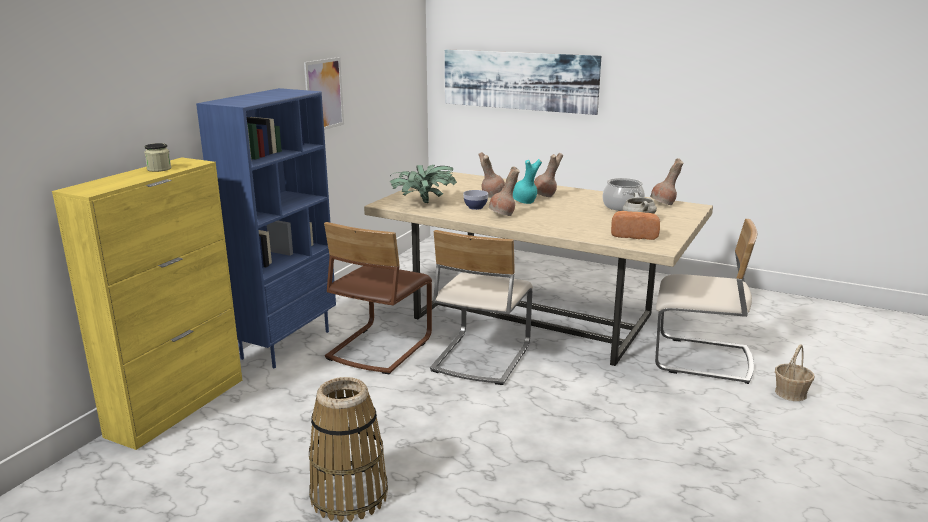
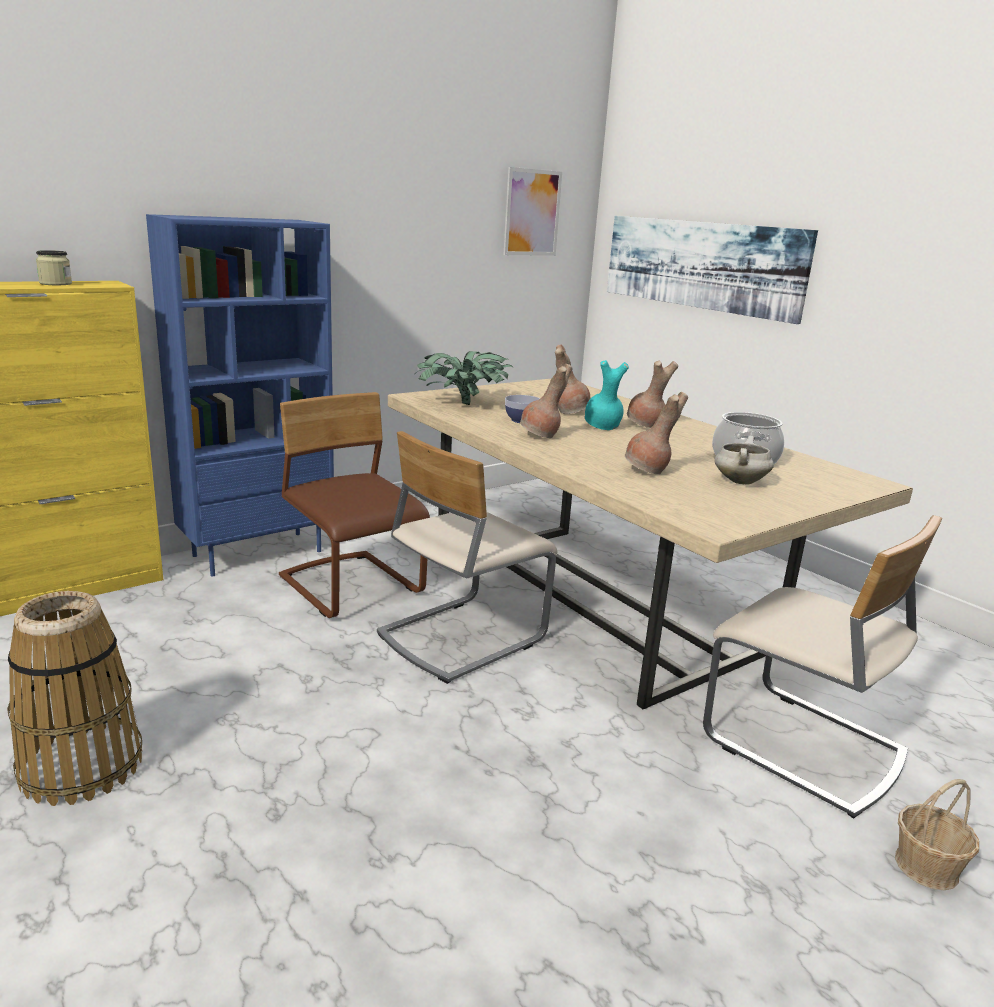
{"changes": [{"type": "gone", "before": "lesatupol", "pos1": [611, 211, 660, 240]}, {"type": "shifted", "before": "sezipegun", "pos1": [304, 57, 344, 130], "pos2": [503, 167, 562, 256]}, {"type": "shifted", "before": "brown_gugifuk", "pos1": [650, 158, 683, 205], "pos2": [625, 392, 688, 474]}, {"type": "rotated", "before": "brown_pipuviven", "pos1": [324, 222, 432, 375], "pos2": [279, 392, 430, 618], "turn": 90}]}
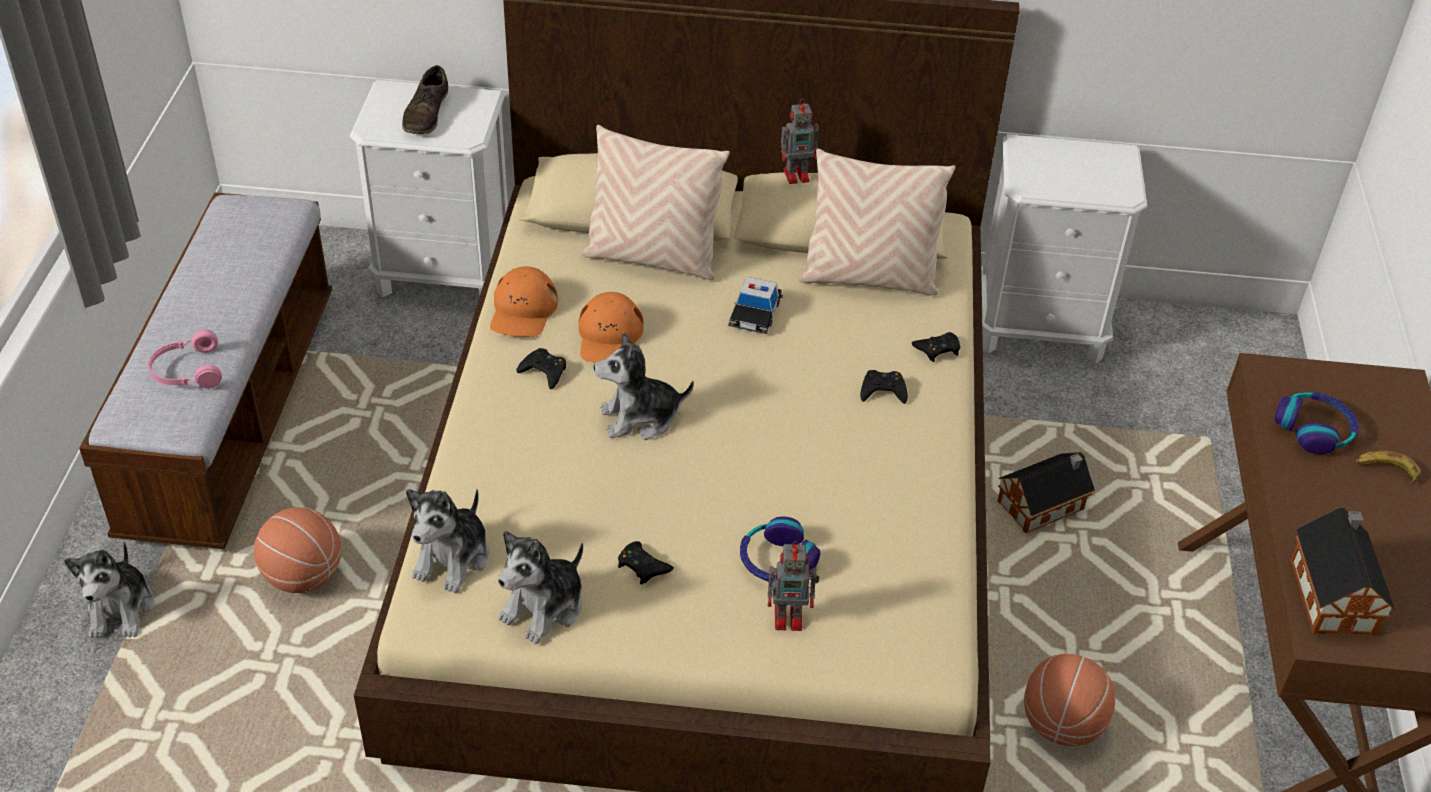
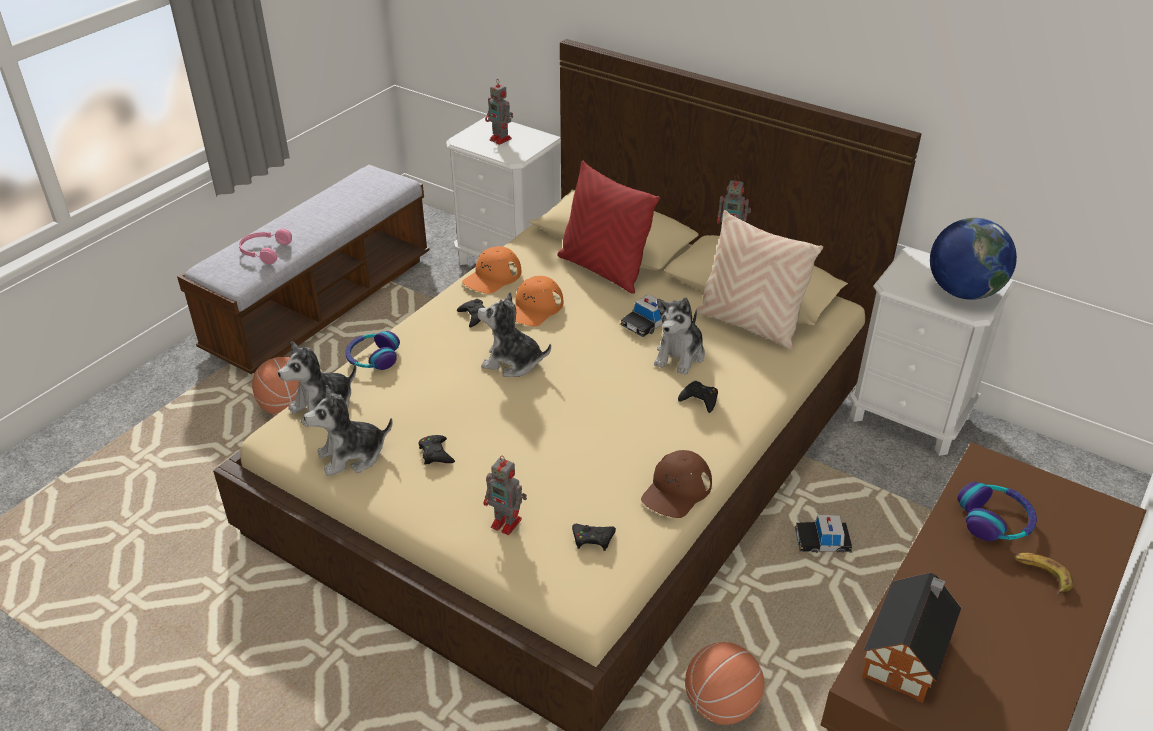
{"changes": [{"type": "new", "after": "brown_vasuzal", "pos2": [641, 450, 712, 518]}, {"type": "new", "after": "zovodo", "pos2": [930, 218, 1017, 300]}, {"type": "shifted", "before": "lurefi", "pos1": [64, 542, 155, 638], "pos2": [654, 297, 705, 375]}, {"type": "shifted", "before": "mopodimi", "pos1": [740, 517, 820, 582], "pos2": [345, 331, 400, 370]}, {"type": "shifted", "before": "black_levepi", "pos1": [912, 332, 960, 362], "pos2": [572, 524, 616, 551]}, {"type": "swapped", "before": "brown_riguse", "after": "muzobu", "pos1": [402, 65, 448, 134], "pos2": [485, 80, 513, 145]}, {"type": "swapped", "before": "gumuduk", "after": "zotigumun", "pos1": [997, 452, 1095, 533], "pos2": [795, 515, 852, 553]}, {"type": "repainted", "before": "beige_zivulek", "after": "red_zivulek", "pos1": [582, 125, 730, 280], "pos2": [557, 161, 660, 294]}]}
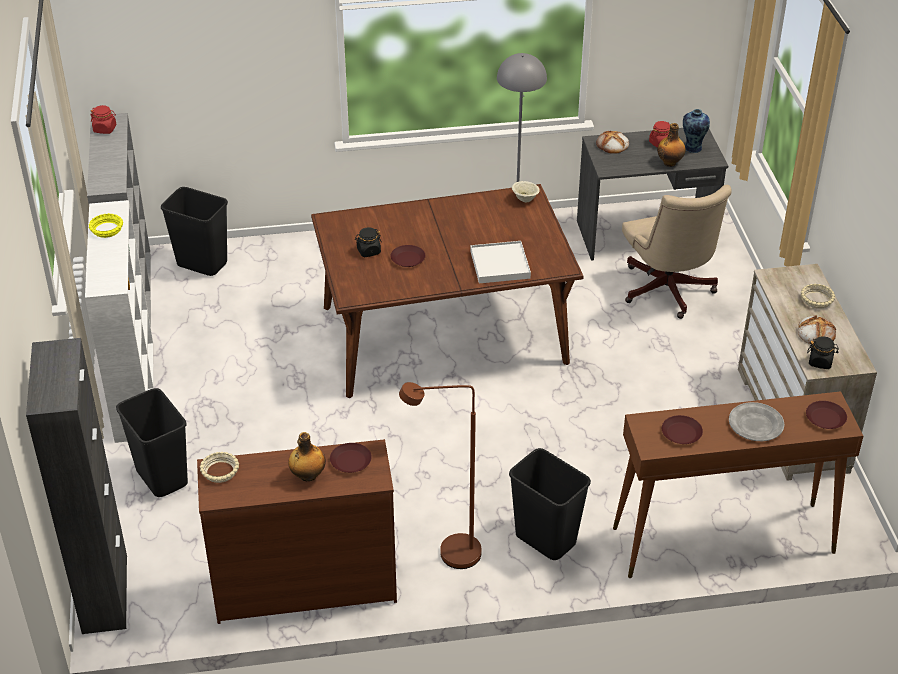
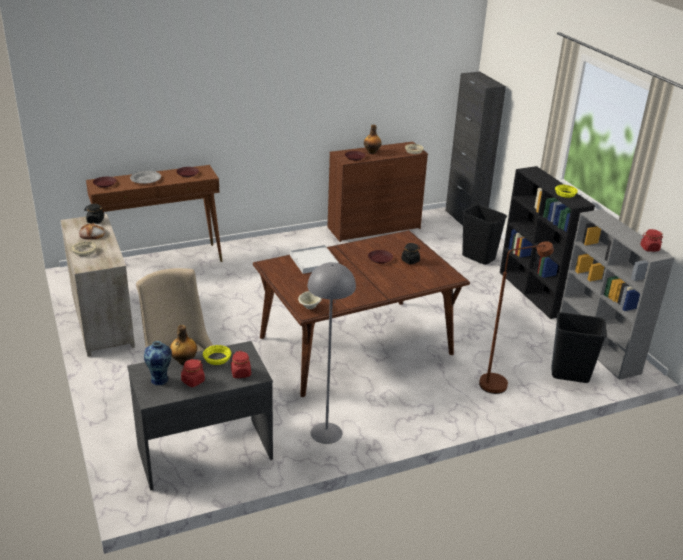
{"changes": [{"type": "gone", "before": "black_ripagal", "pos1": [509, 448, 591, 560]}, {"type": "new", "after": "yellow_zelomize", "pos2": [203, 345, 232, 365]}, {"type": "shifted", "before": "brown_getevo", "pos1": [399, 382, 482, 569], "pos2": [479, 241, 554, 394]}, {"type": "swapped", "before": "lesatupol", "after": "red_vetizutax", "pos1": [596, 131, 629, 154], "pos2": [231, 351, 251, 378]}, {"type": "repainted", "before": "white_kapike", "after": "black_kapike", "pos1": [85, 200, 154, 443], "pos2": [500, 166, 595, 319]}]}
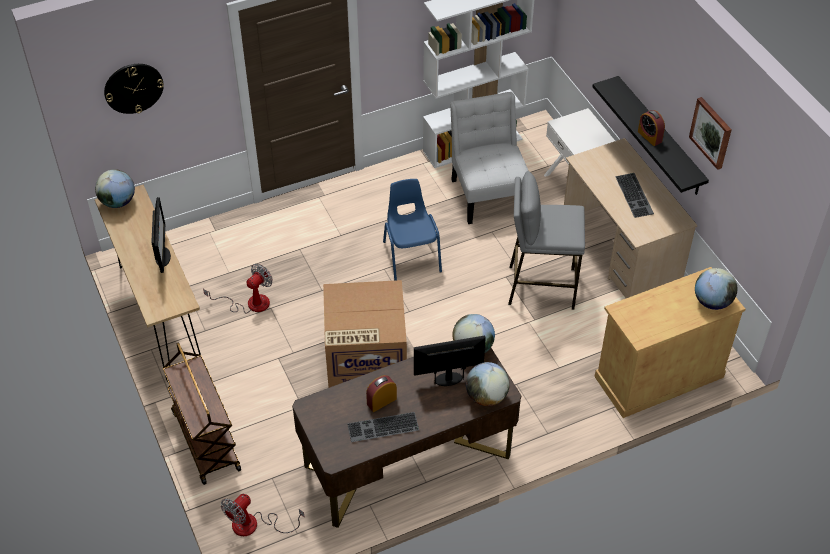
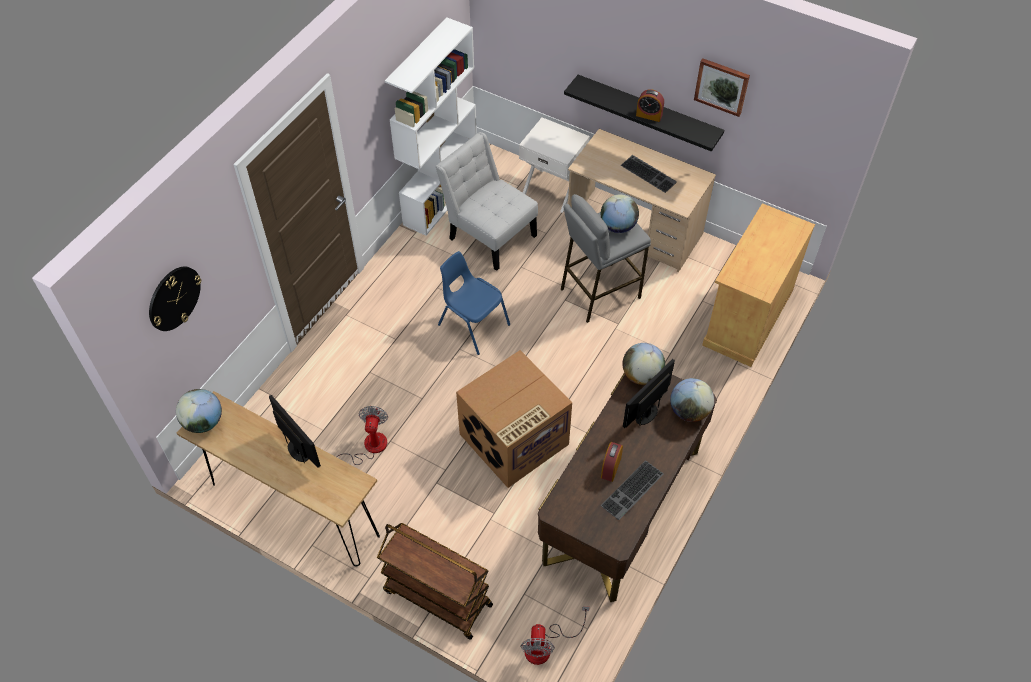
{"changes": [{"type": "shifted", "before": "zovodo", "pos1": [695, 268, 737, 310], "pos2": [601, 195, 639, 233]}]}
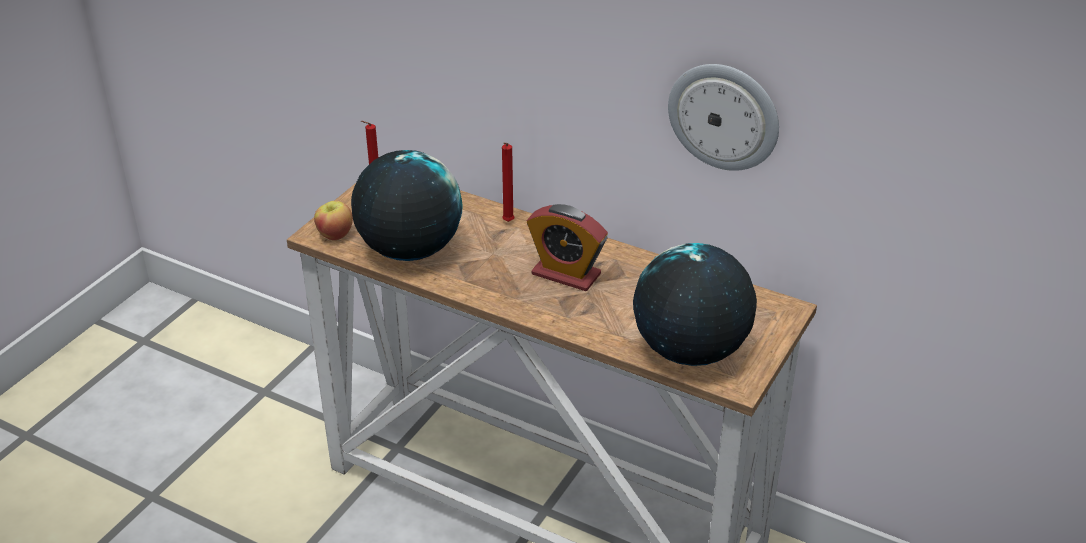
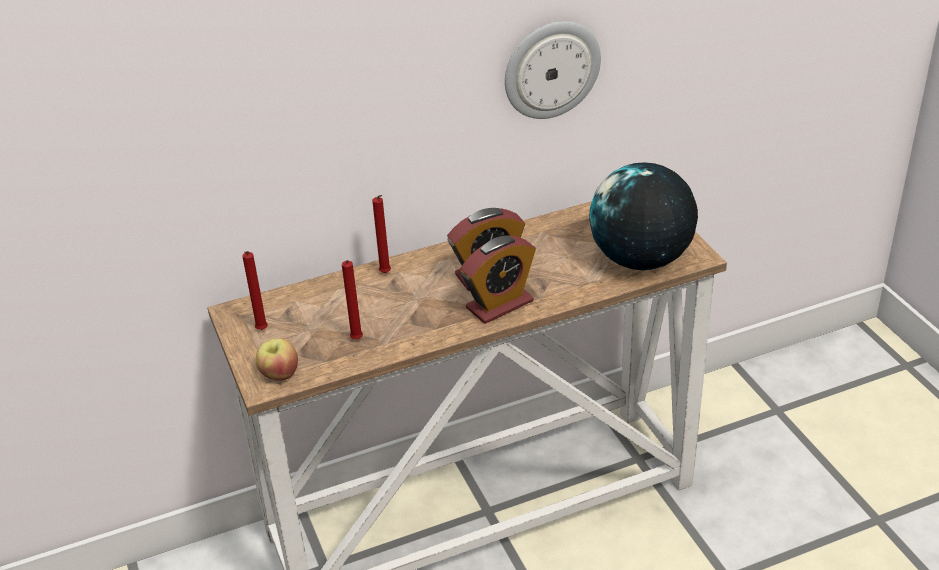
{"changes": [{"type": "new", "after": "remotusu", "pos2": [460, 236, 536, 324]}, {"type": "swapped", "before": "zovodo", "after": "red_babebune", "pos1": [351, 150, 463, 261], "pos2": [342, 260, 363, 339]}]}
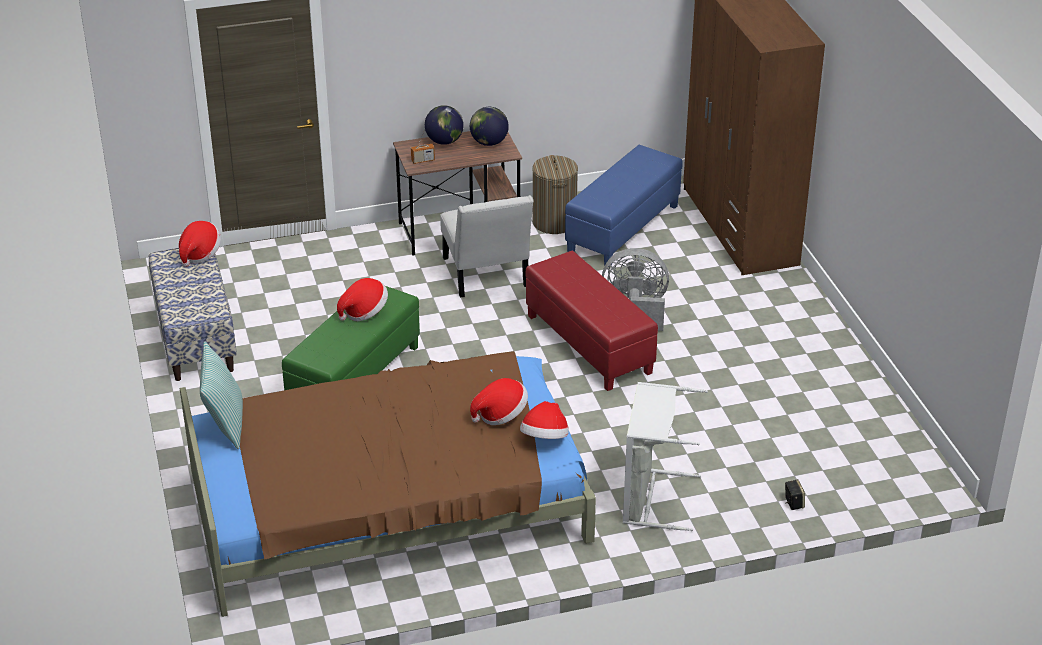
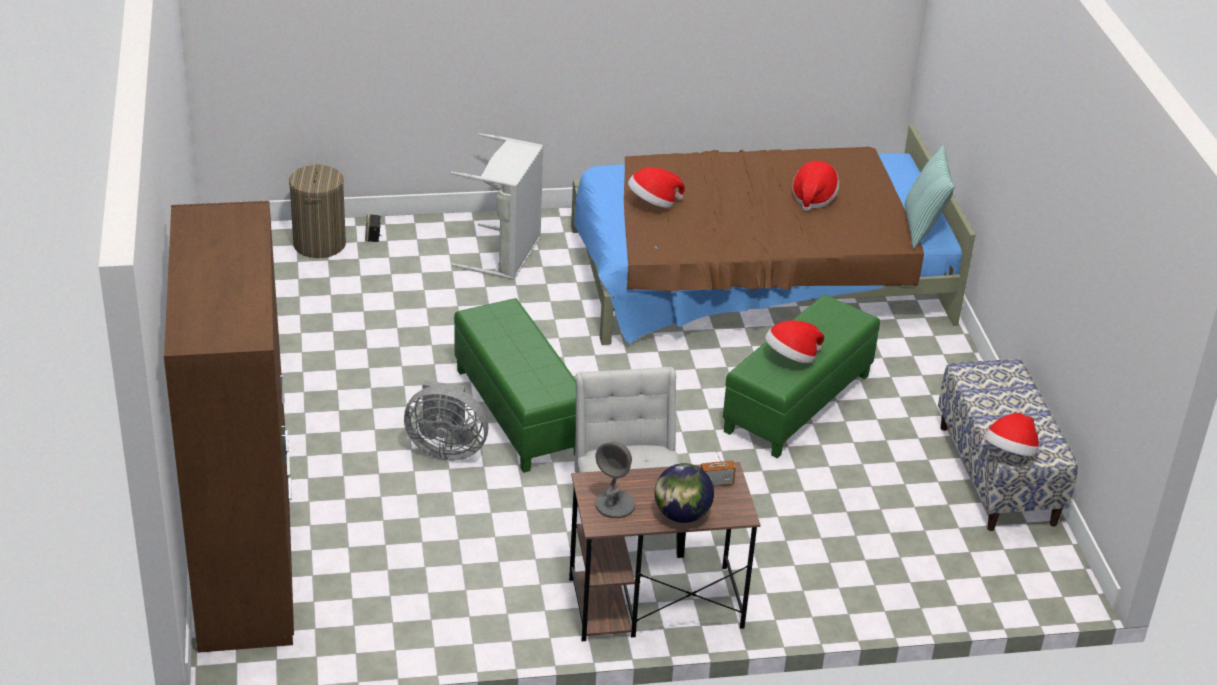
{"changes": [{"type": "gone", "before": "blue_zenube", "pos1": [565, 145, 683, 266]}, {"type": "shifted", "before": "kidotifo", "pos1": [520, 401, 569, 439], "pos2": [792, 161, 839, 211]}, {"type": "shifted", "before": "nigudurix", "pos1": [532, 155, 578, 234], "pos2": [289, 164, 346, 258]}, {"type": "swapped", "before": "zovodo", "after": "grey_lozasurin", "pos1": [470, 107, 509, 146], "pos2": [595, 442, 636, 518]}, {"type": "repainted", "before": "red_zenube", "after": "green_zenube", "pos1": [526, 251, 658, 391], "pos2": [454, 298, 576, 473]}]}
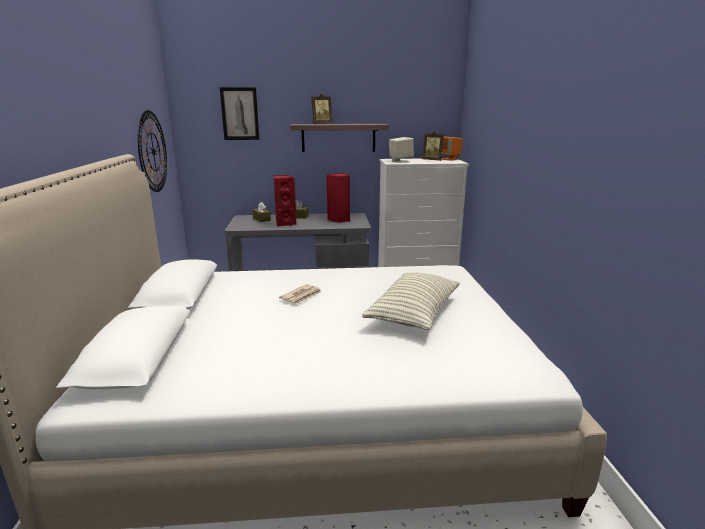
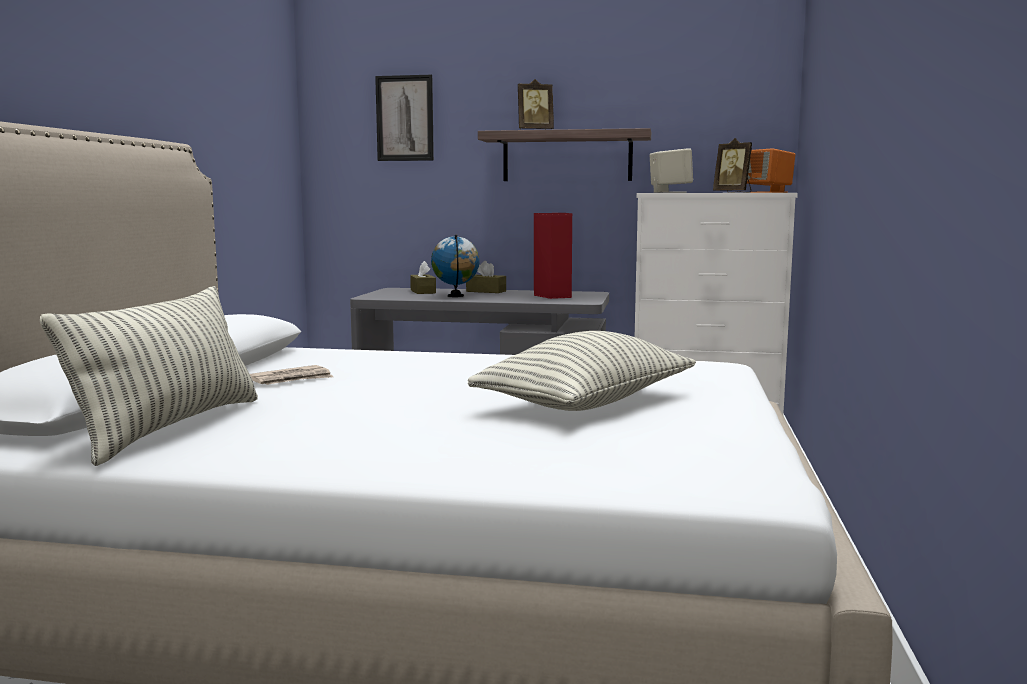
{"changes": [{"type": "gone", "before": "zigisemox", "pos1": [138, 110, 167, 192]}, {"type": "new", "after": "zivulek", "pos2": [40, 286, 258, 466]}, {"type": "shifted", "before": "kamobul", "pos1": [279, 284, 322, 304], "pos2": [250, 365, 333, 385]}, {"type": "swapped", "before": "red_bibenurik", "after": "zovodo", "pos1": [274, 175, 296, 226], "pos2": [431, 235, 479, 297]}]}
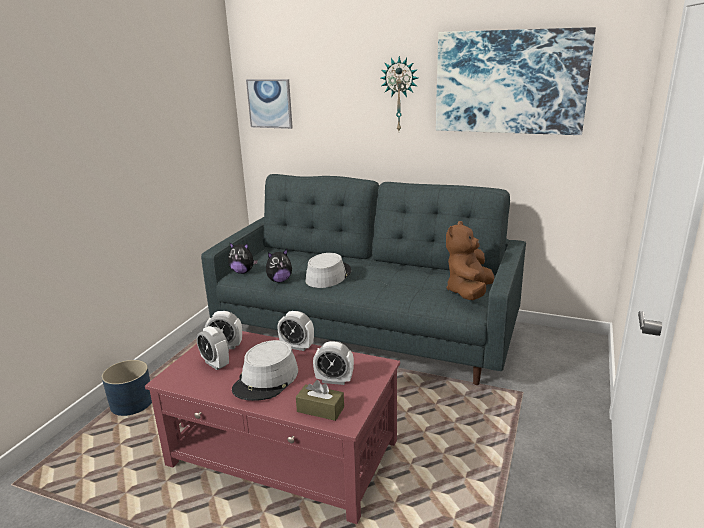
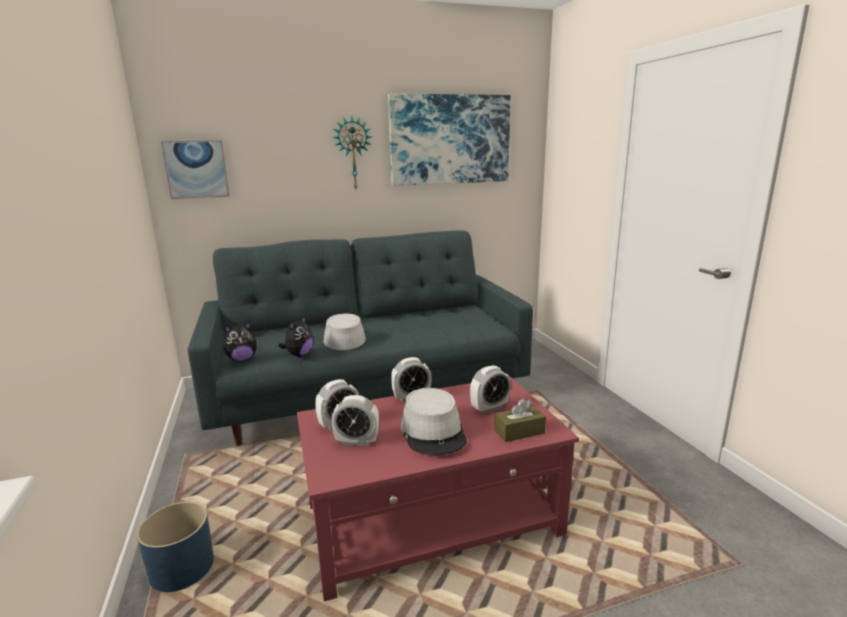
{"changes": [{"type": "gone", "before": "brown_lurefi", "pos1": [446, 221, 495, 300]}]}
